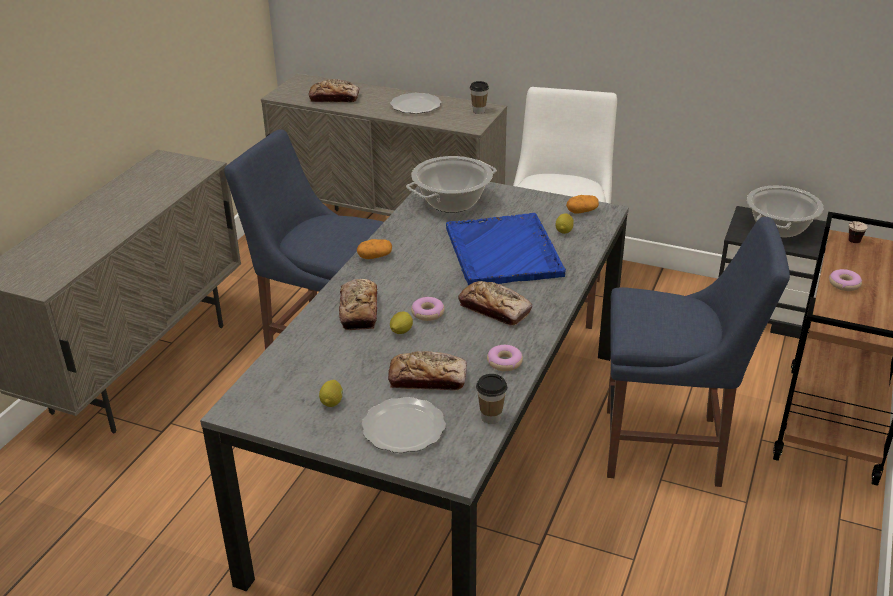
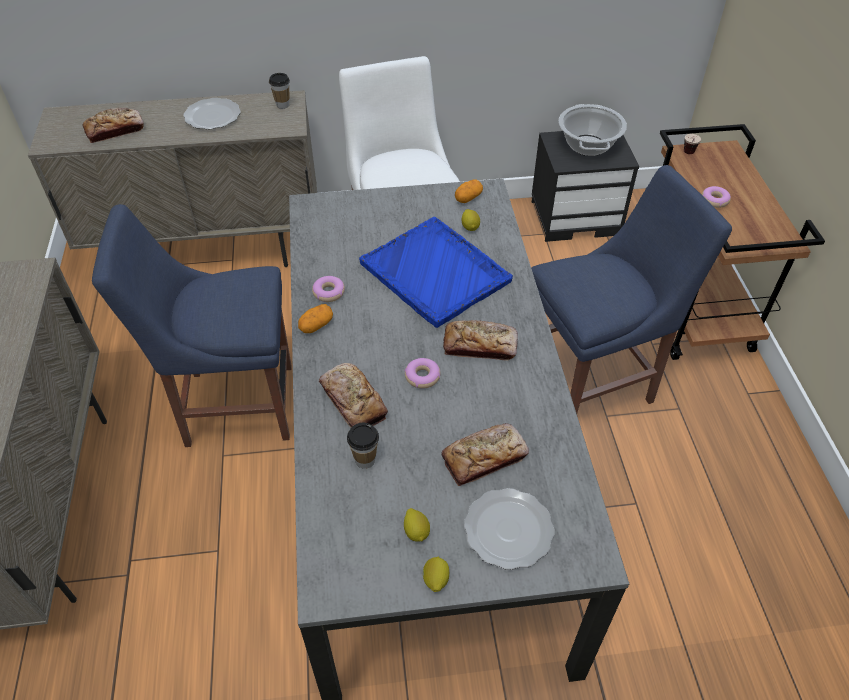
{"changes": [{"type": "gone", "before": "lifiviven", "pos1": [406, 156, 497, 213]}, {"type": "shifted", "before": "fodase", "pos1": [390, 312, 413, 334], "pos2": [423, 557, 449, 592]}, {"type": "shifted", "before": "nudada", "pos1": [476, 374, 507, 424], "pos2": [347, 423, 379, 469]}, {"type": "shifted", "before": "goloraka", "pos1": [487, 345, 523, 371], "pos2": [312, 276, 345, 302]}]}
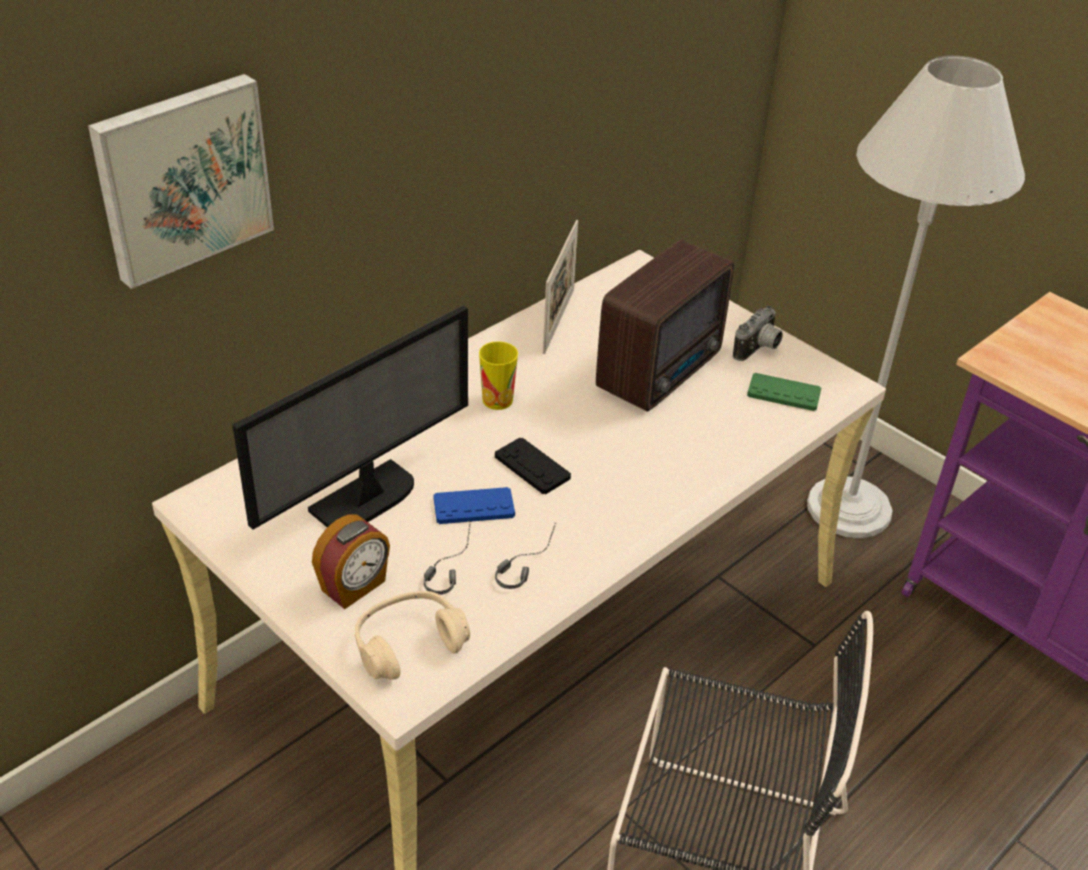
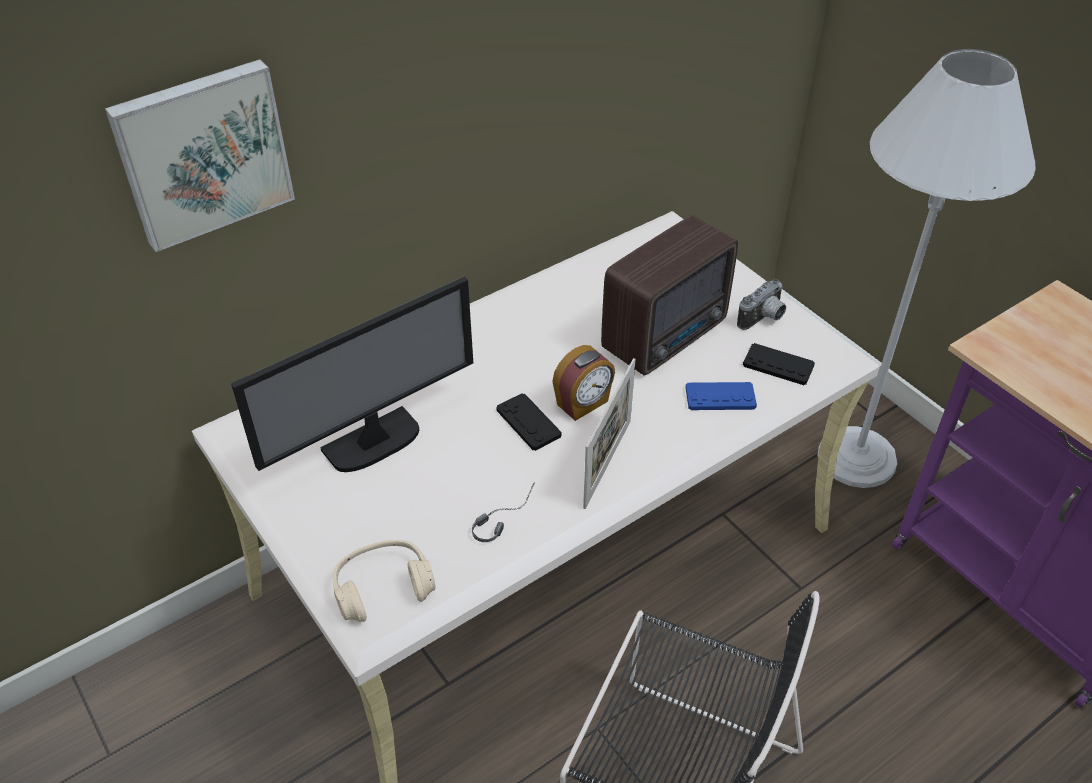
{"changes": [{"type": "gone", "before": "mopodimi", "pos1": [424, 521, 471, 595]}, {"type": "gone", "before": "nudada", "pos1": [479, 341, 518, 410]}, {"type": "shifted", "before": "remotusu", "pos1": [312, 514, 390, 609], "pos2": [552, 345, 615, 421]}, {"type": "shifted", "before": "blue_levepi", "pos1": [433, 487, 515, 524], "pos2": [686, 382, 757, 410]}, {"type": "shifted", "before": "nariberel", "pos1": [543, 220, 578, 354], "pos2": [583, 358, 636, 509]}, {"type": "repainted", "before": "green_levepi", "after": "black_levepi", "pos1": [747, 373, 821, 411], "pos2": [743, 343, 815, 385]}]}
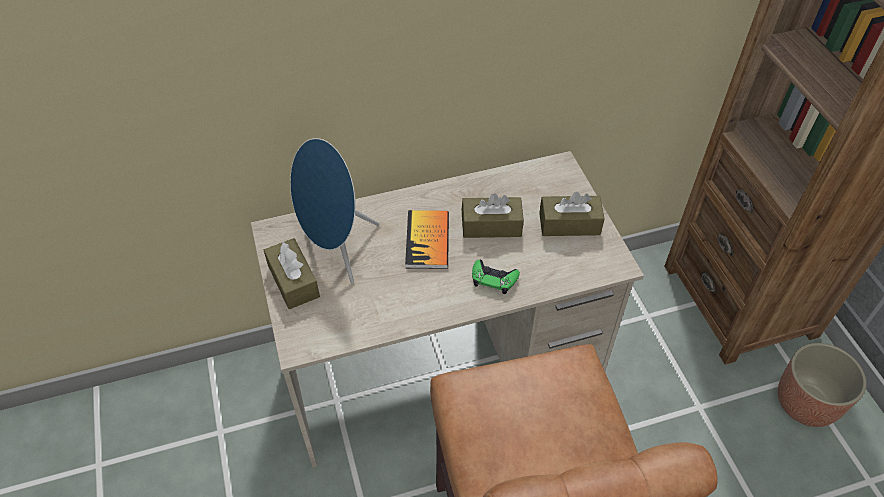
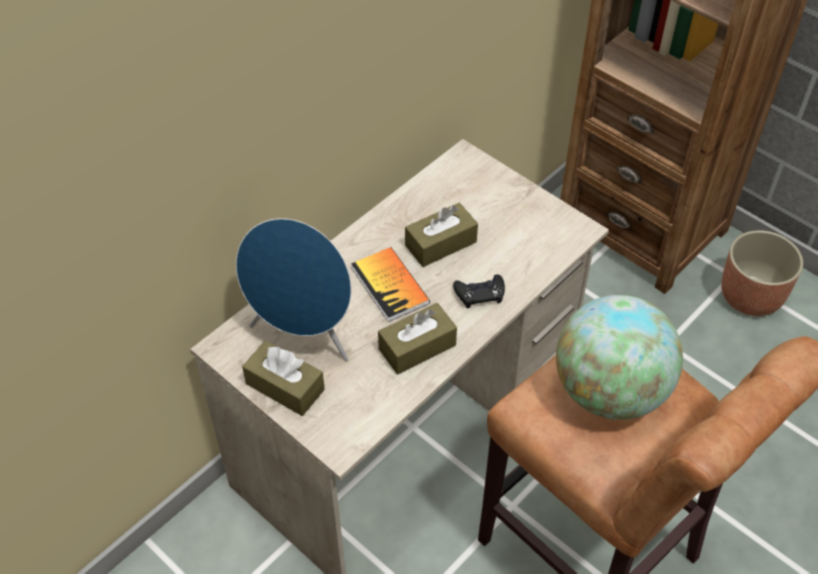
{"changes": [{"type": "new", "after": "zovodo", "pos2": [556, 295, 683, 420]}, {"type": "shifted", "before": "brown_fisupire", "pos1": [539, 192, 605, 236], "pos2": [378, 303, 457, 374]}, {"type": "repainted", "before": "green_levepi", "after": "black_levepi", "pos1": [472, 260, 520, 294], "pos2": [453, 274, 505, 308]}]}
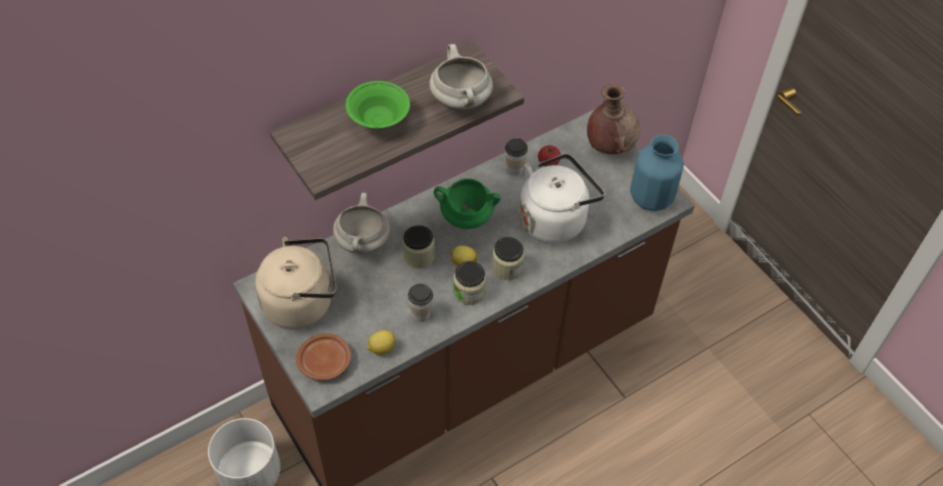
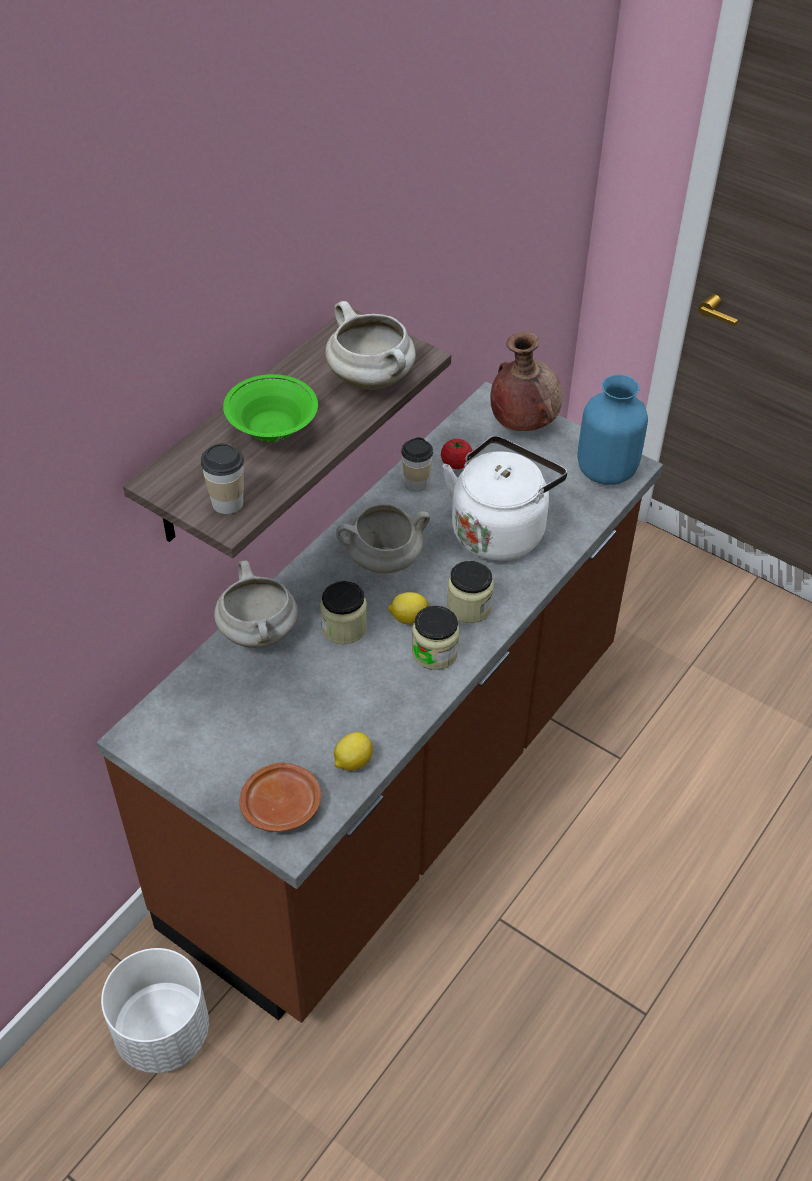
{"changes": [{"type": "gone", "before": "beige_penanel", "pos1": [255, 237, 336, 329]}, {"type": "shifted", "before": "nudada", "pos1": [408, 284, 433, 322], "pos2": [201, 443, 244, 514]}, {"type": "repainted", "before": "green_lifiviven", "after": "white_lifiviven", "pos1": [434, 179, 501, 229], "pos2": [336, 504, 430, 573]}]}
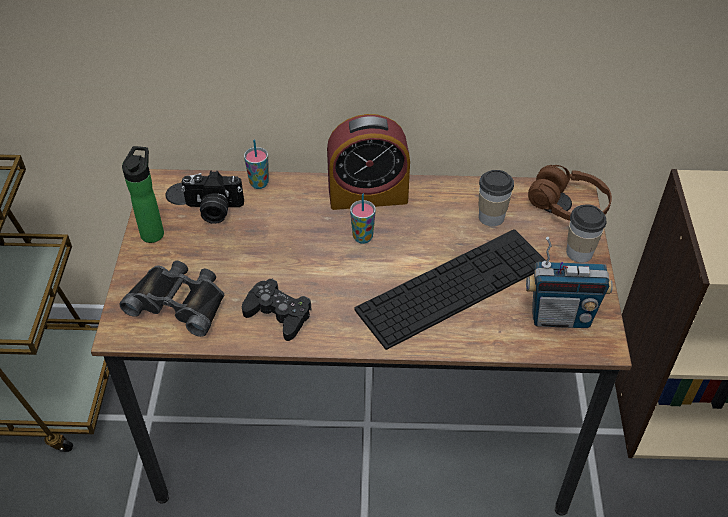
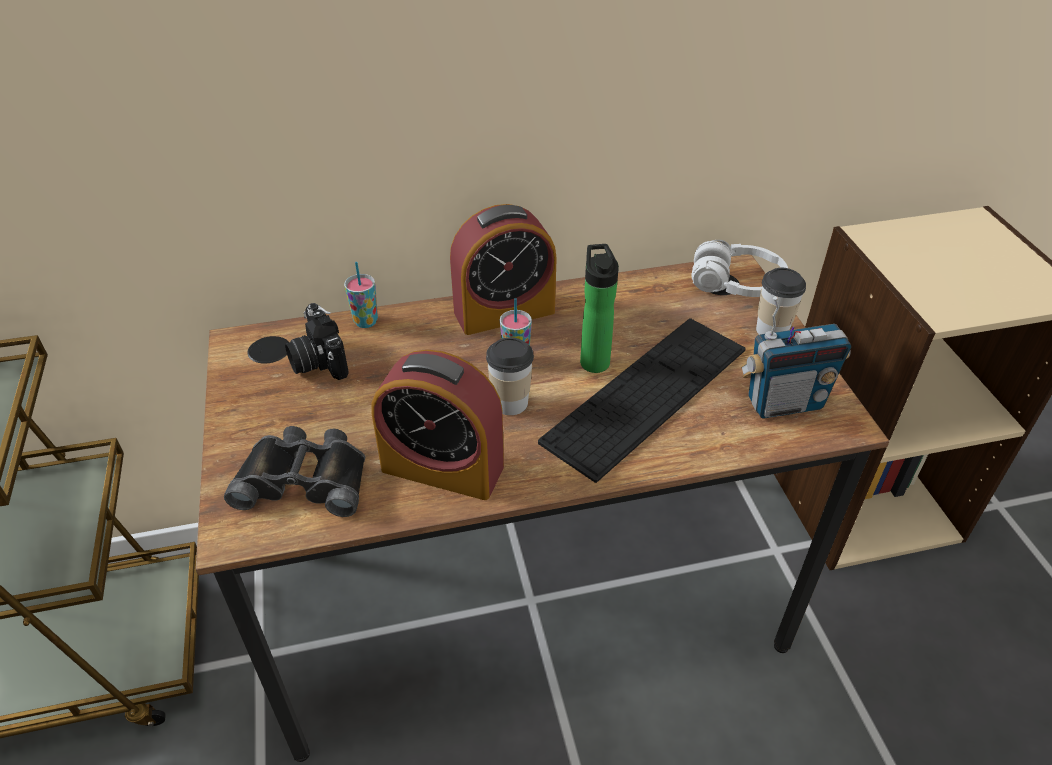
{"changes": [{"type": "shifted", "before": "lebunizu", "pos1": [122, 146, 164, 243], "pos2": [580, 244, 619, 373]}, {"type": "shifted", "before": "nudada", "pos1": [479, 170, 514, 226], "pos2": [486, 337, 534, 415]}, {"type": "swapped", "before": "black_levepi", "after": "remotusu", "pos1": [242, 279, 312, 341], "pos2": [371, 350, 504, 500]}, {"type": "repainted", "before": "brown_mopodimi", "after": "white_mopodimi", "pos1": [528, 165, 612, 221], "pos2": [692, 240, 788, 297]}, {"type": "rotated", "before": "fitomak", "pos1": [181, 171, 244, 224], "pos2": [285, 303, 349, 380], "turn": 75}]}
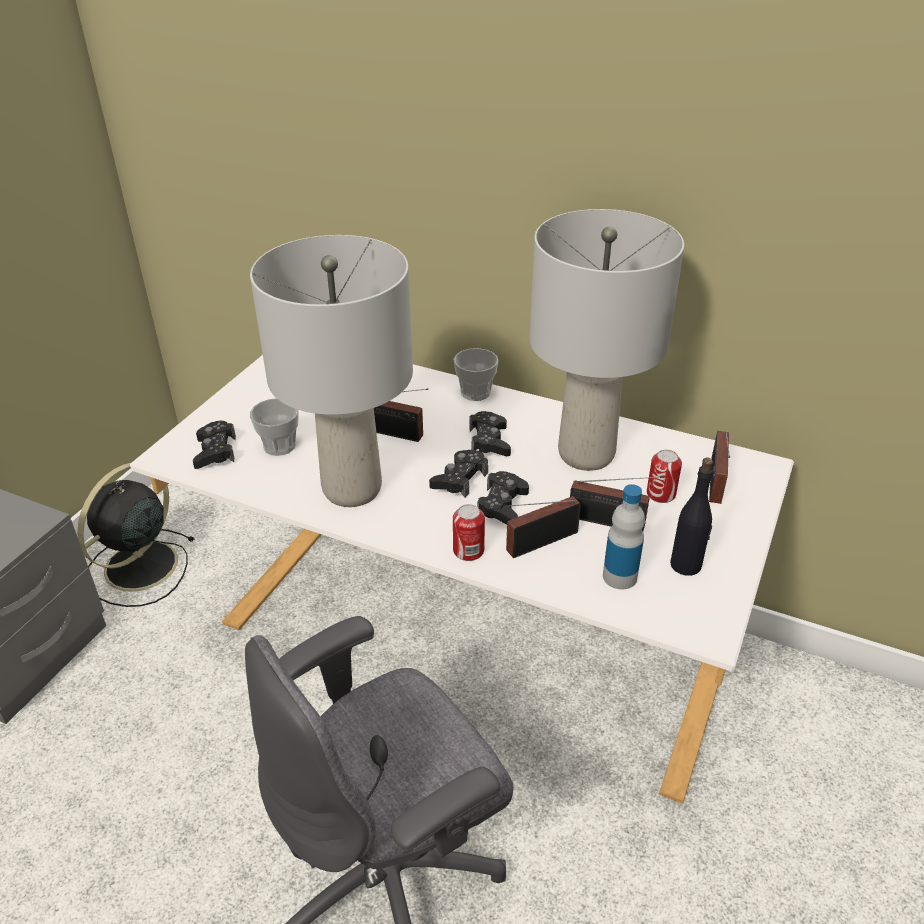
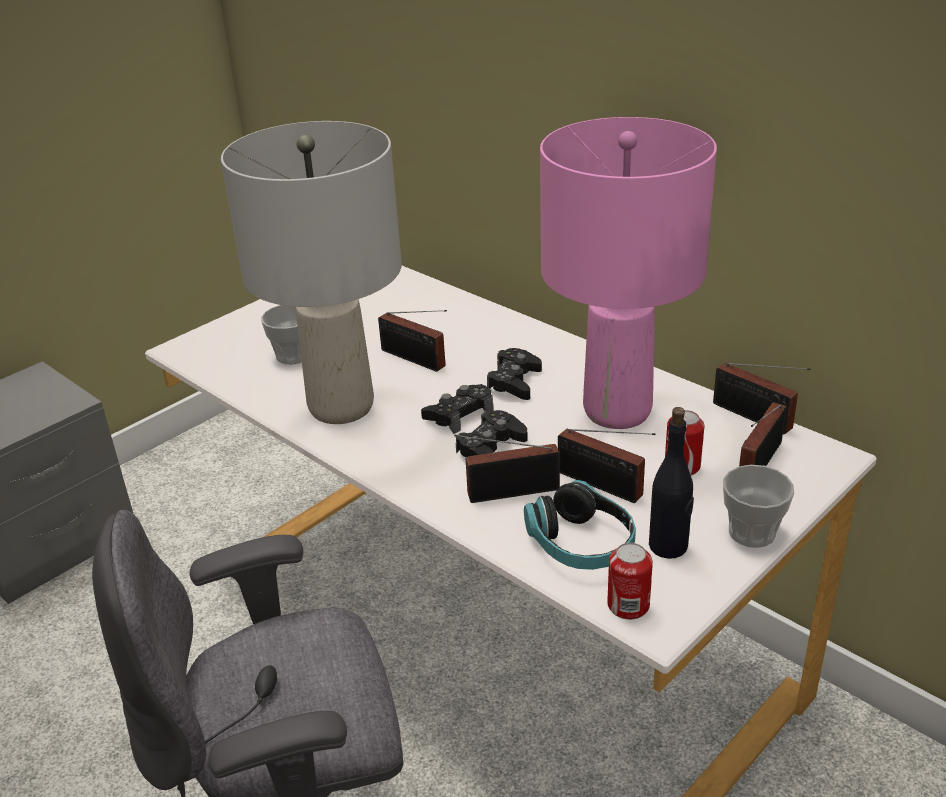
{"changes": [{"type": "gone", "before": "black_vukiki", "pos1": [77, 463, 195, 607]}, {"type": "gone", "before": "black_levepi", "pos1": [193, 421, 236, 469]}, {"type": "new", "after": "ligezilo", "pos2": [713, 363, 810, 434]}, {"type": "shifted", "before": "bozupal", "pos1": [453, 504, 485, 561], "pos2": [607, 543, 653, 620]}, {"type": "shifted", "before": "nudada", "pos1": [454, 348, 498, 401], "pos2": [723, 465, 794, 548]}, {"type": "swapped", "before": "lebunizu", "after": "mopodimi", "pos1": [603, 484, 645, 589], "pos2": [524, 480, 636, 570]}, {"type": "repainted", "before": "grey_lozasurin", "after": "pink_lozasurin", "pos1": [529, 209, 684, 471], "pos2": [540, 117, 717, 429]}]}
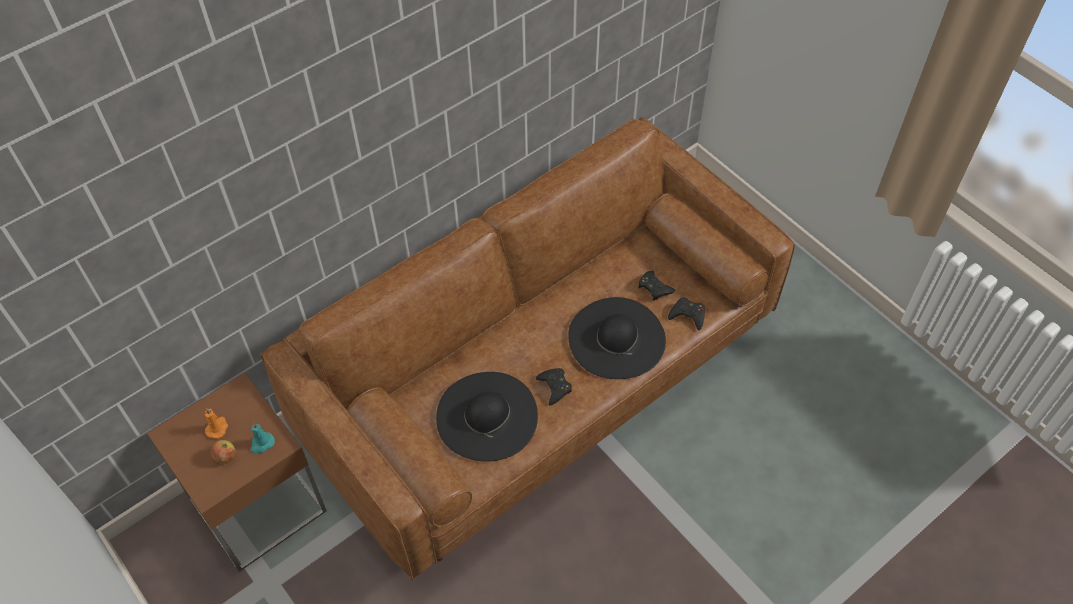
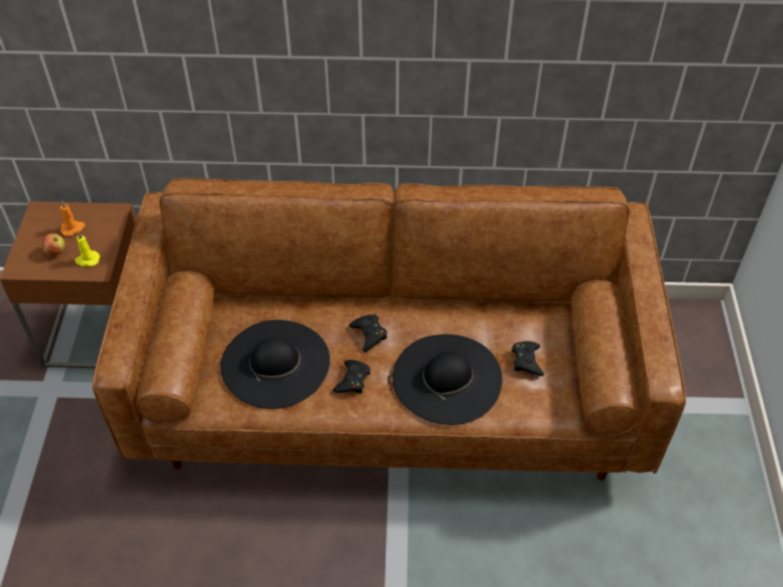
{"changes": [{"type": "shifted", "before": "black_levepi", "pos1": [668, 297, 705, 330], "pos2": [349, 315, 387, 352]}, {"type": "repainted", "before": "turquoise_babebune", "after": "yellow_babebune", "pos1": [250, 423, 275, 453], "pos2": [75, 232, 100, 267]}]}
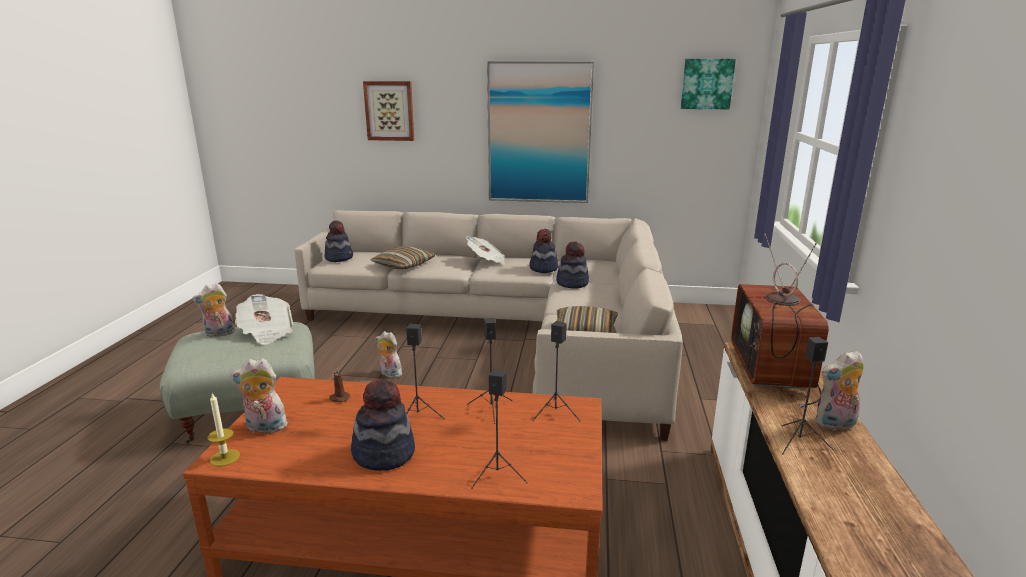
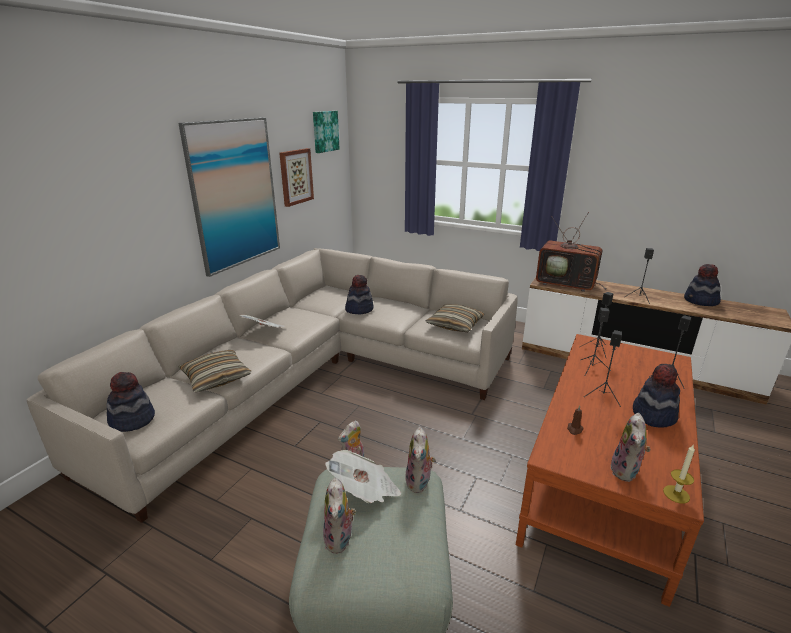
{"changes": [{"type": "shifted", "before": "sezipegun", "pos1": [363, 81, 414, 141], "pos2": [279, 148, 314, 207]}, {"type": "shifted", "before": "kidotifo", "pos1": [529, 229, 558, 273], "pos2": [684, 264, 721, 306]}, {"type": "shifted", "before": "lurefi", "pos1": [815, 351, 864, 431], "pos2": [405, 427, 436, 493]}]}
